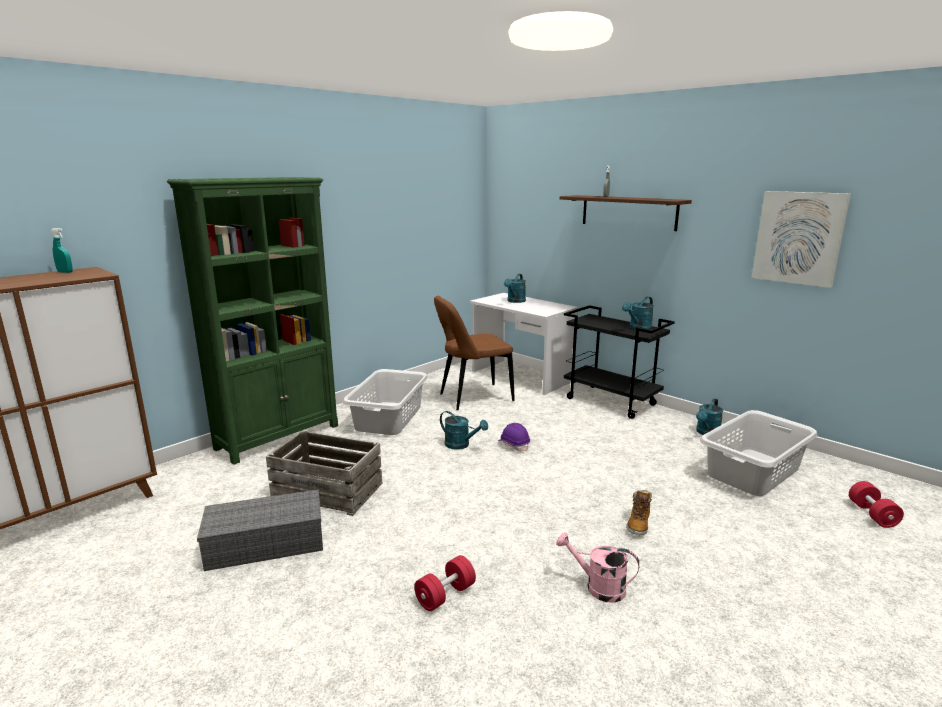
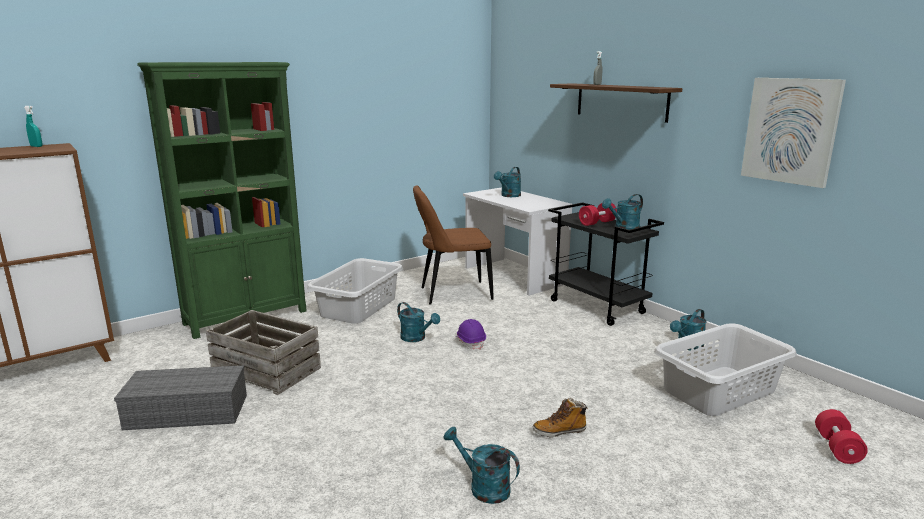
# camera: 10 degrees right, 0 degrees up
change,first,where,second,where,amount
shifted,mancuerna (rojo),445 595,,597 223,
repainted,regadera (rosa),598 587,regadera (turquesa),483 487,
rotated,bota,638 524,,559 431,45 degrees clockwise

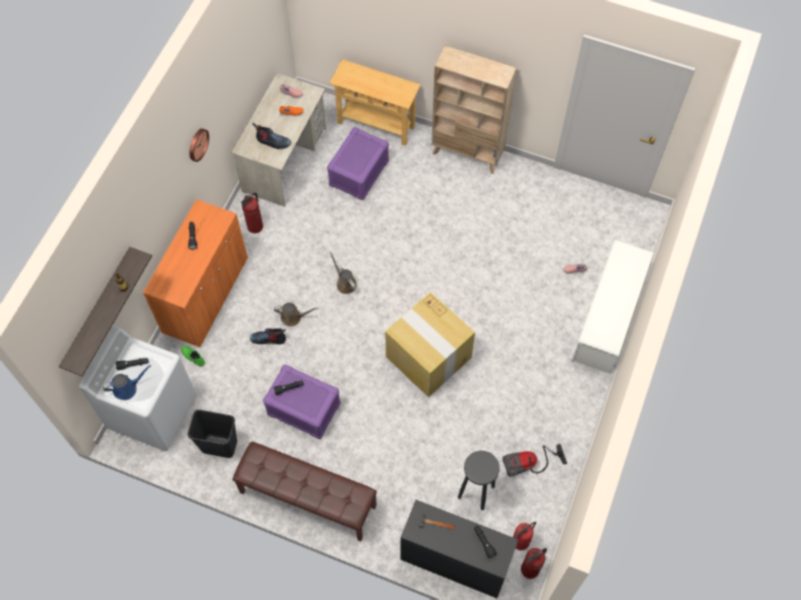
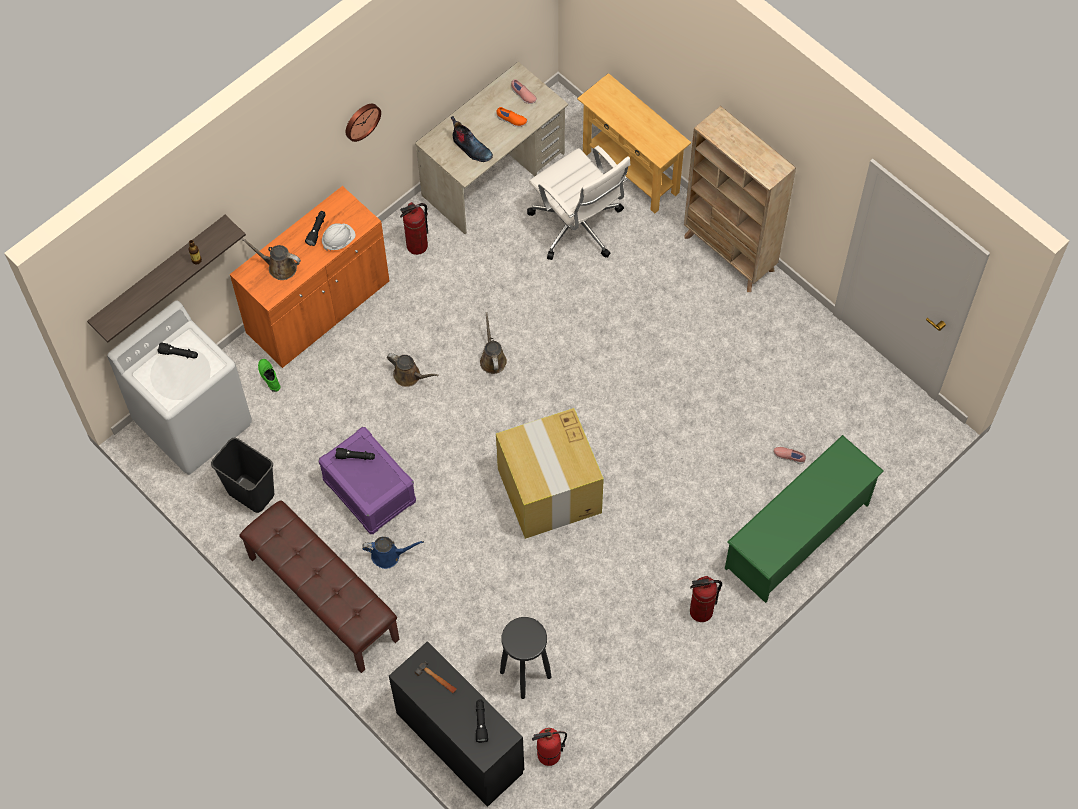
# camera: 25 degrees right, 0 degrees up
change,first,where,second,where,amount
gone,bota,269 339,,,
gone,aspiradora,529 465,,,
new,,,regadera (marrón),279 267,
new,,,casco (blanco),338 241,
shifted,regadera (azul),127 388,,389 555,
shifted,extintor,530 569,,701 611,
swapped,caja de almacenaje (morado),359 173,silla de oficina (blanco),578 227,
repainted,zapatero (blanco),607 320,zapatero (verde),798 536,

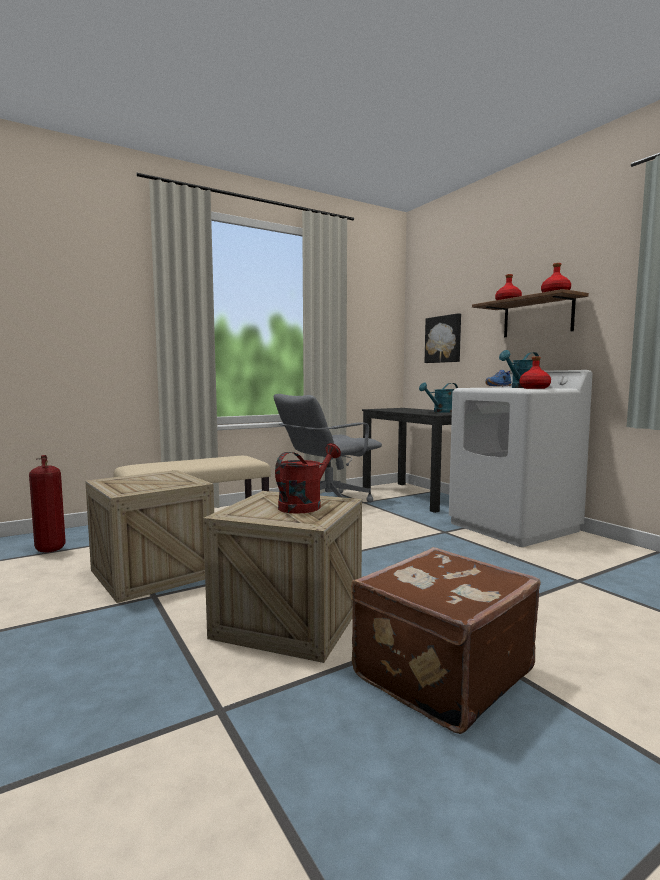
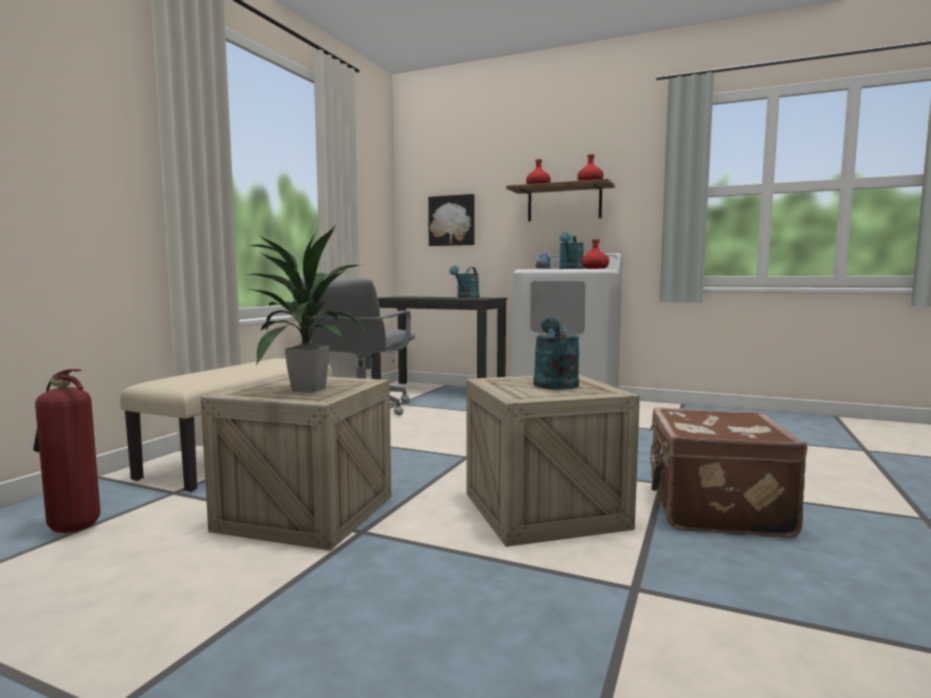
# camera: 35 degrees left, 0 degrees up
change,first,where,second,where,amount
new,,,planta en maceta,307 389,
repainted,regadera (rojo),305 505,regadera (turquesa),554 383,

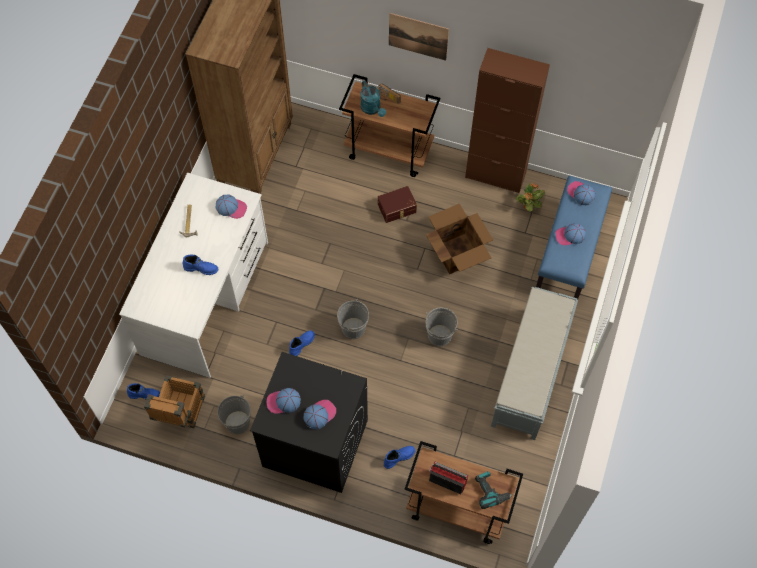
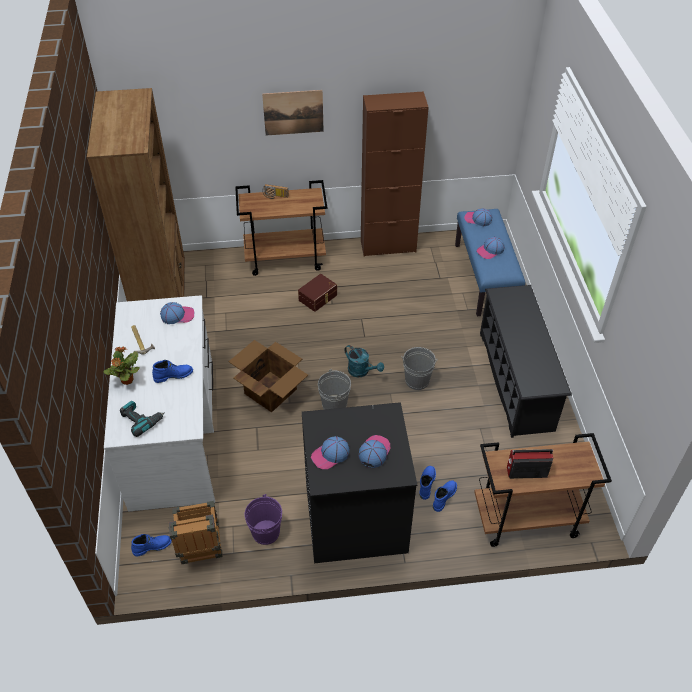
# camera: 25 degrees left, 15 degrees down
change,first,where,second,where,amount
shifted,bota (azul),301 344,,426 483,
shifted,regadera (turquesa),372 109,,362 371,
shifted,caja de cartón,457 253,,270 391,
shifted,taladro,491 490,,141 420,
shifted,planta en maceta,528 207,,127 380,
swapped,banco (gris),530 374,zapatero (negro),516 381,
repainted,cubo (gris),237 422,cubo (morado),266 532,

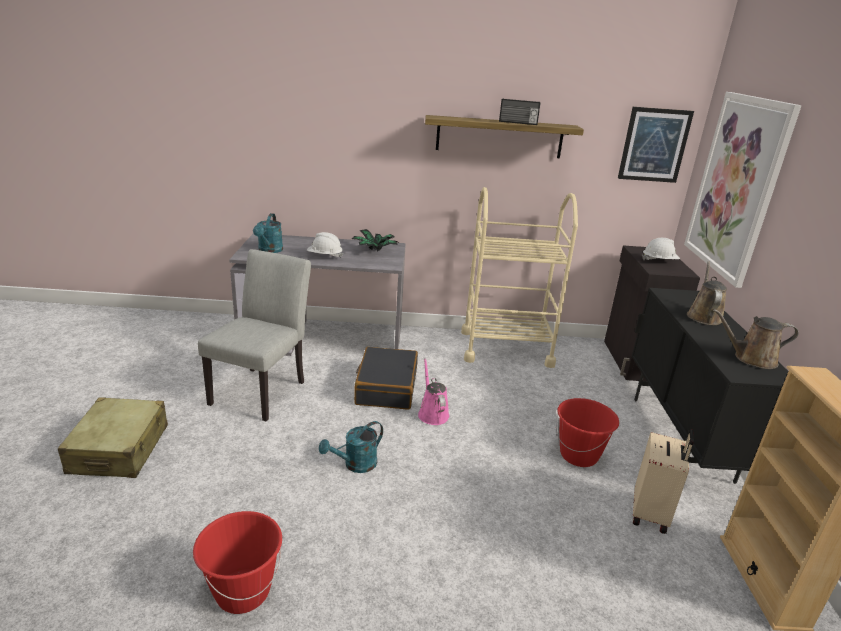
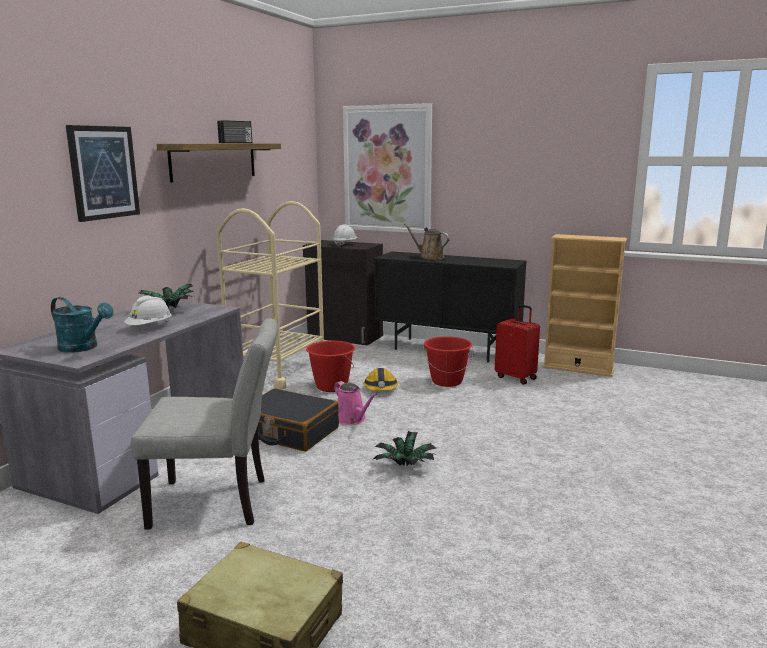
# camera: 65 degrees left, 10 degrees down
change,first,where,second,where,amount
gone,regadera (marrón),751 359,,,
new,,,casco,381 389,
shifted,cubo (rojo),243 592,,331 386,
shifted,cuadro,654 145,,103 172,
swapped,regadera (turquesa),355 465,planta en maceta,405 466,
repainted,maleta (beis),651 514,maleta (rojo),516 377,
rotated,silla (gris),263 389,,219 502,135 degrees clockwise
rotated,regadera (rosa),432 413,,352 419,135 degrees counterclockwise

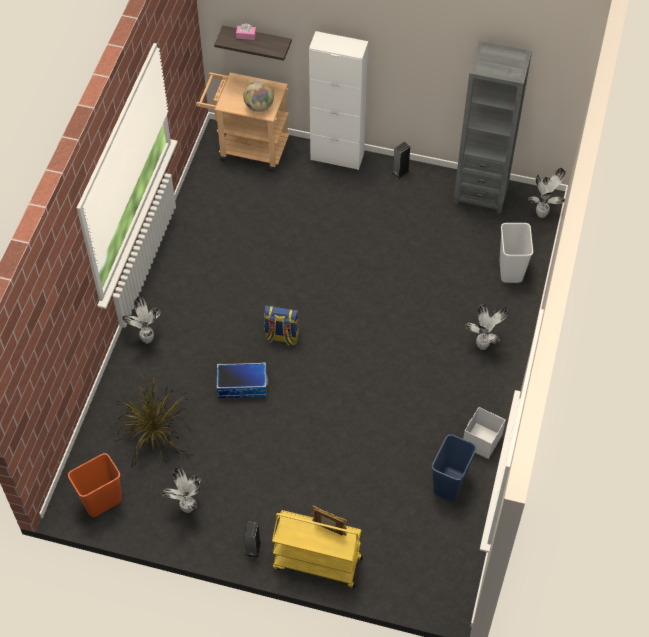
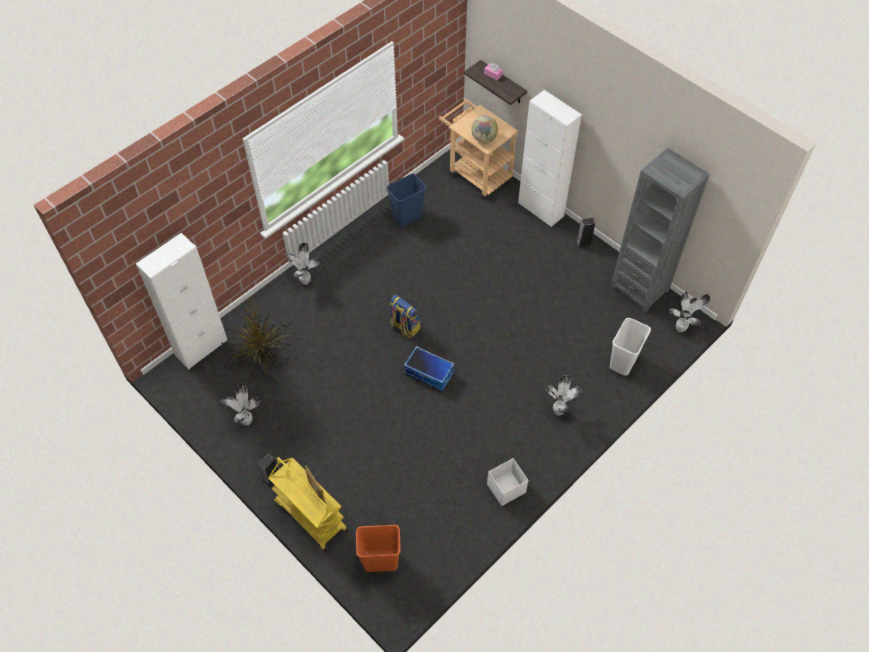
# camera: 30 degrees right, 0 degrees up
change,first,where,second,where,amount
new,,,armario (blanco),201 348,
shifted,papelera (naranja),102 502,,380 561,
shifted,caja de almacenaje,242 385,,429 373,
shifted,papelera (azul),450 484,,407 217,

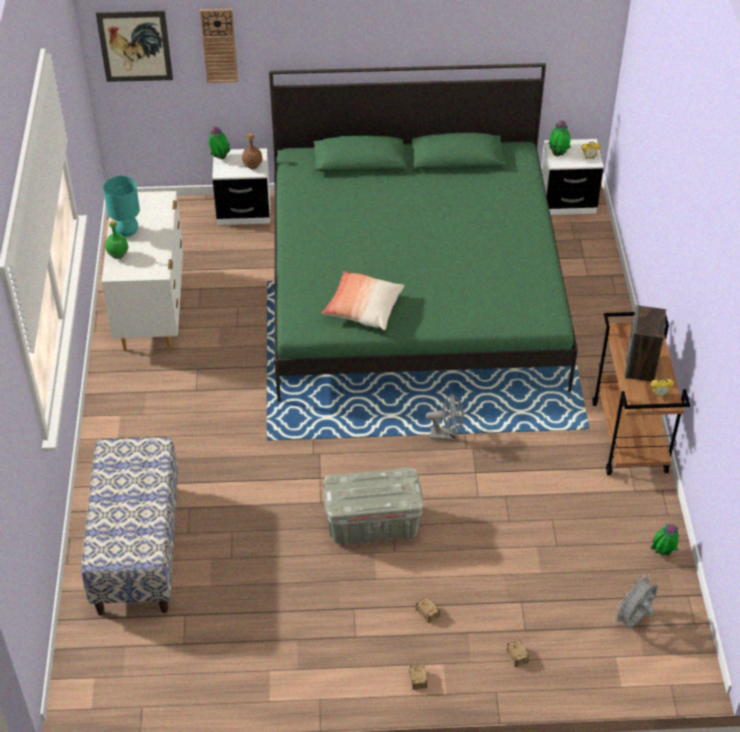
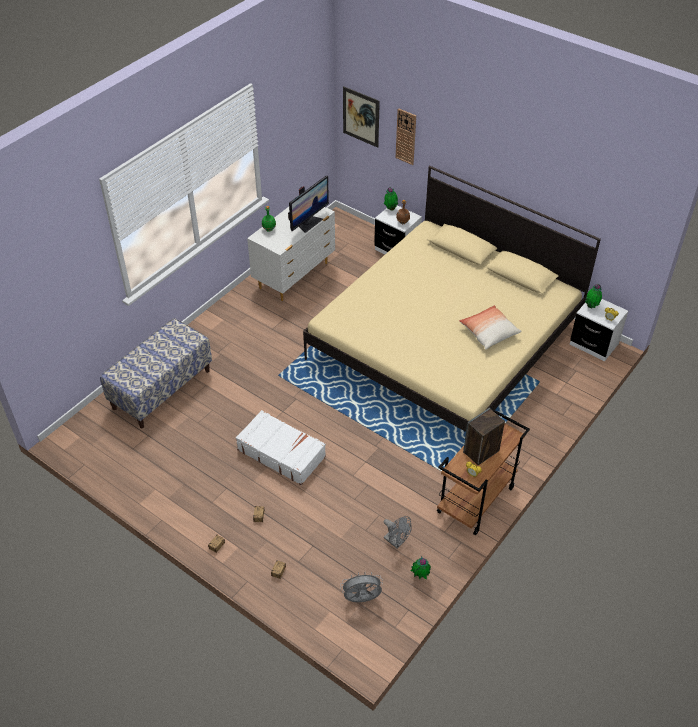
# camera: 40 degrees right, 0 degrees up
change,first,where,second,where,amount
gone,lámpara de mesa (turquesa),127 232,,,
new,,,monitor,308 223,
shifted,cojín,363 309,,488 332,
shifted,ventilador (gris),446 435,,396 542,
swapped,caja de almacenaje (gris),372 525,maleta (blanco),281 453,
repainted,cama (verde),414 287,cama (beis),444 342,

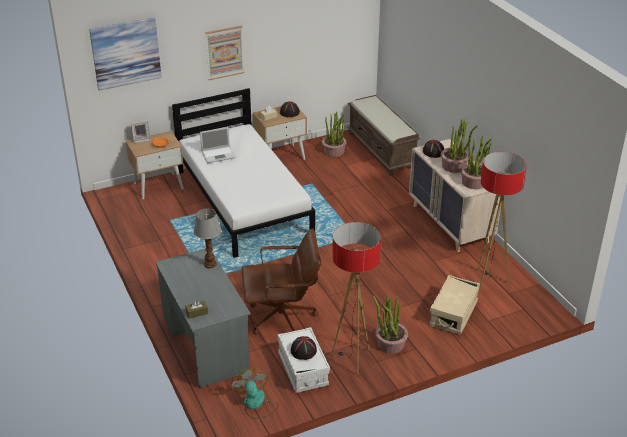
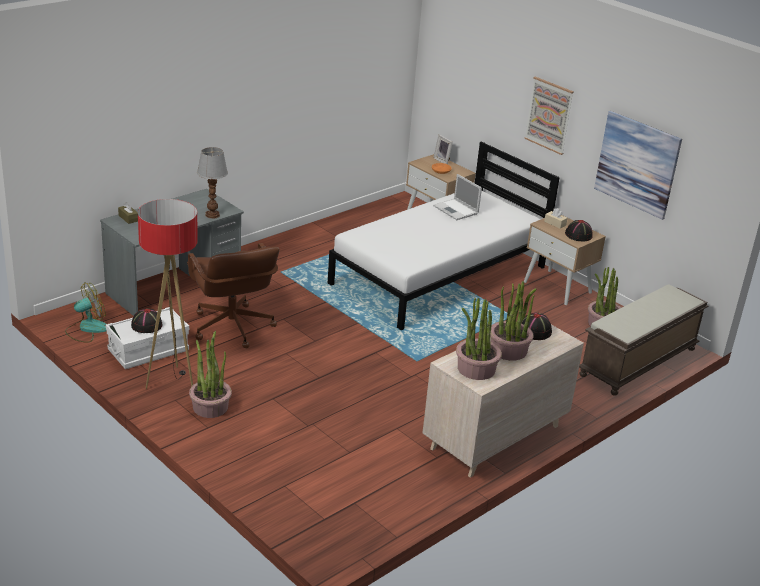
# camera: 70 degrees right, 5 degrees down
change,first,where,second,where,amount
gone,caja de almacenaje (beis),453 314,,,
gone,lámpara de pie,488 281,,,
shifted,cuadro,126 53,,637 164,

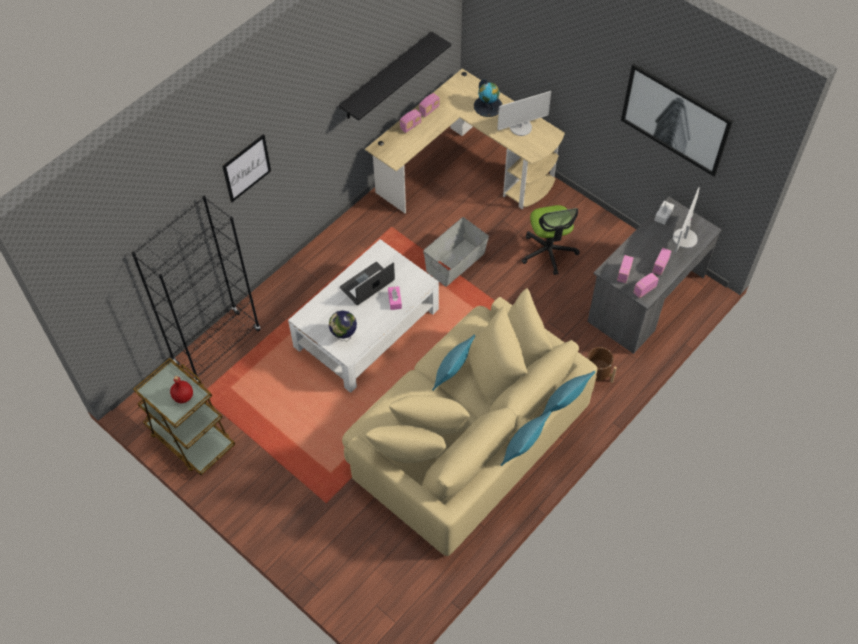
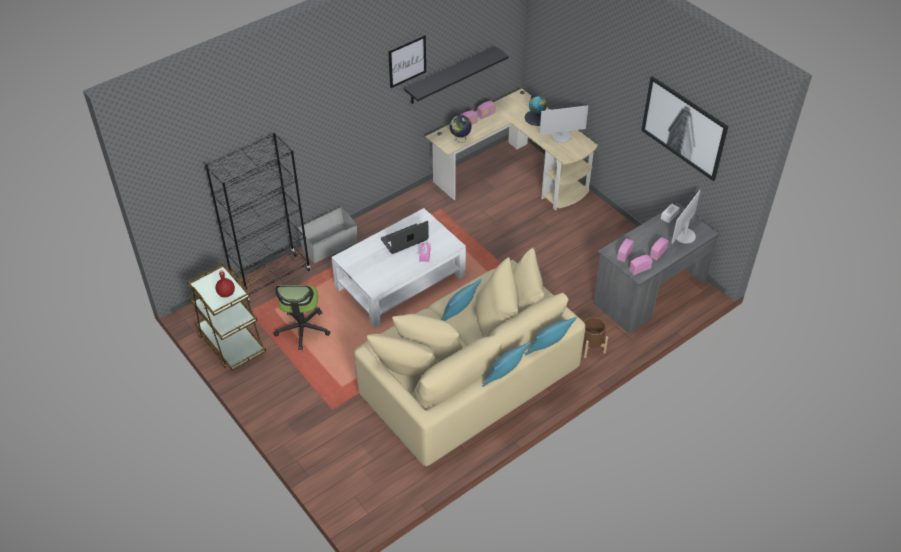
# camera: 10 degrees right, 10 degrees down
change,first,where,second,where,amount
shifted,cuadro,246 168,,407 61,
shifted,globo terráqueo,344 336,,460 139,
shifted,caja de almacenaje (gris),456 262,,330 246,
shifted,silla de oficina,548 252,,302 329,

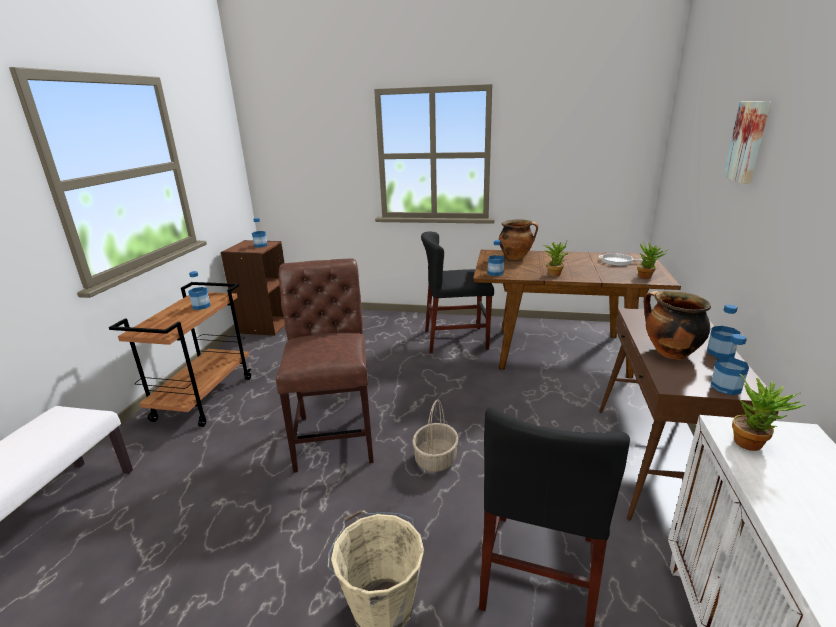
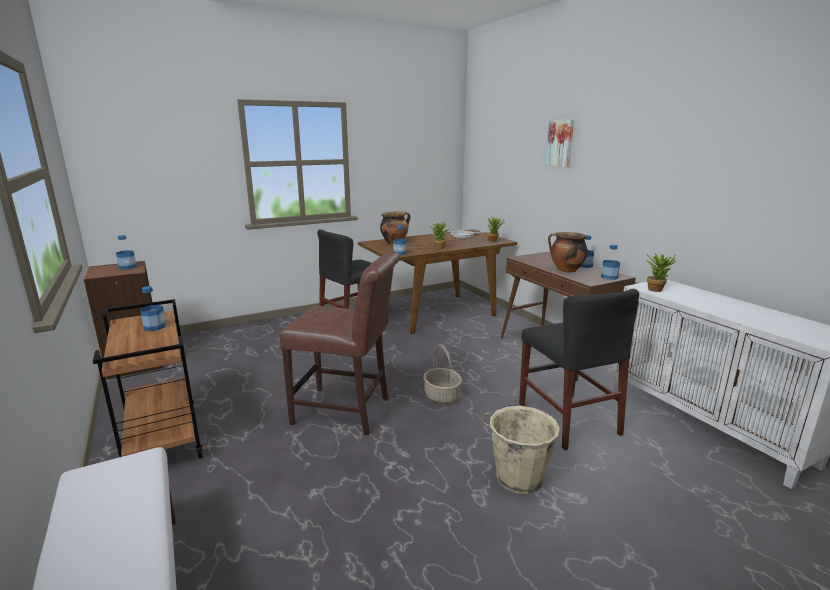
# camera: 40 degrees left, 5 degrees down
change,first,where,second,where,amount
rotated,silla (marrón),336 434,,347 412,150 degrees clockwise

